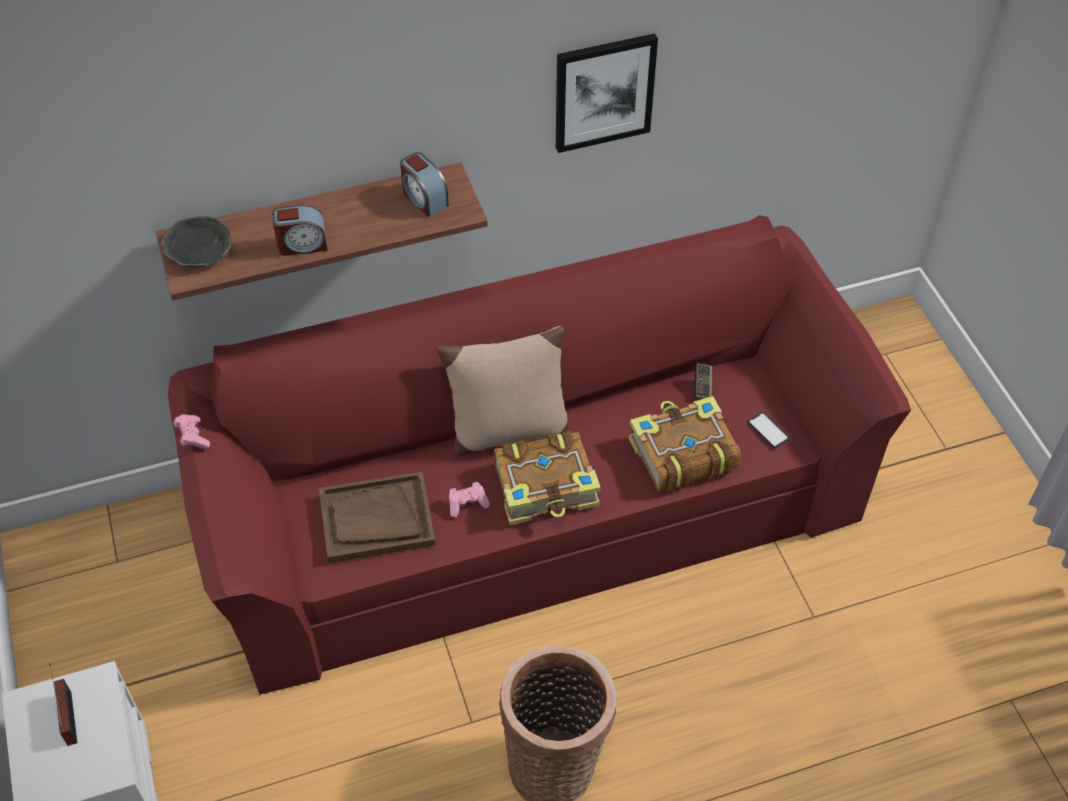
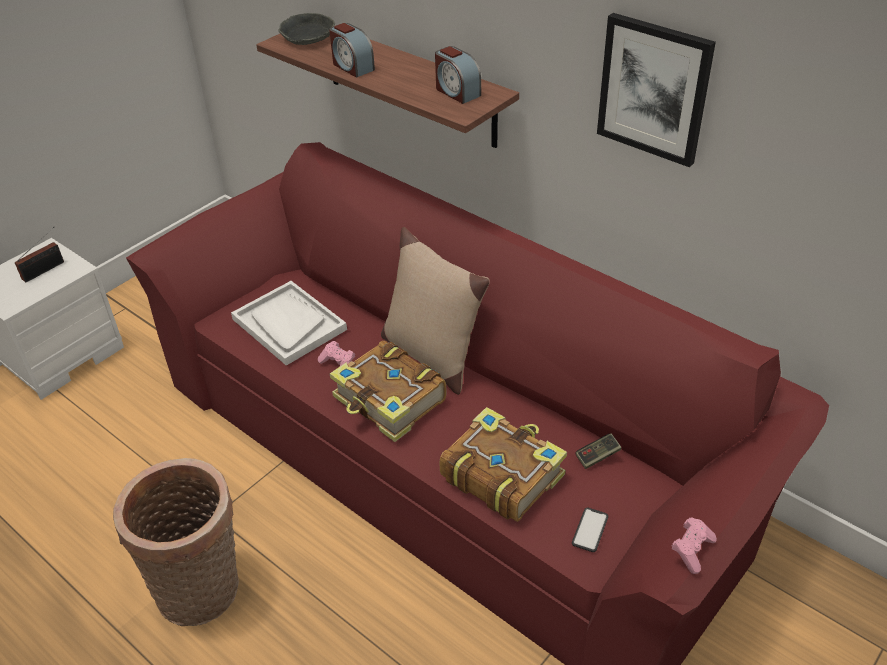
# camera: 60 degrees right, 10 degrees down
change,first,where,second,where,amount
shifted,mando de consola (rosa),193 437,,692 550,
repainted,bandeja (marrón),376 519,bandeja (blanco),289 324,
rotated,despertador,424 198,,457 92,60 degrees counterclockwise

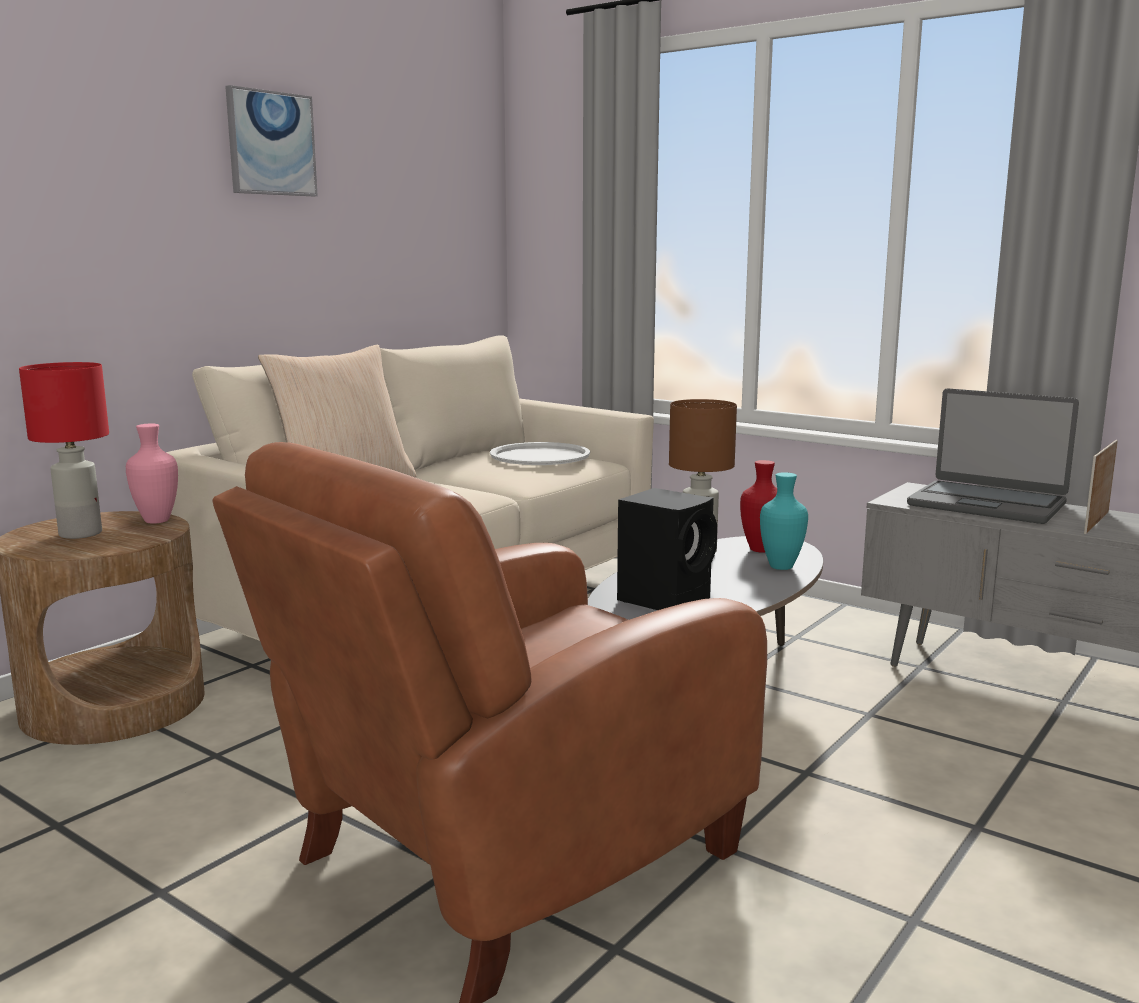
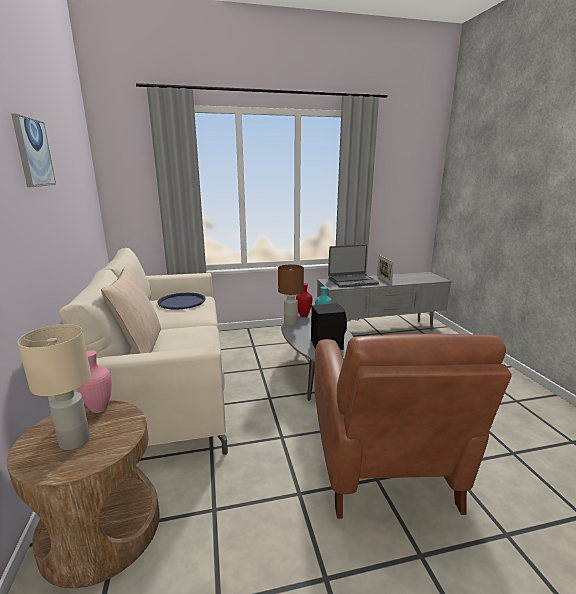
# camera: 50 degrees left, 5 degrees up
change,first,where,second,where,amount
repainted,lámpara de mesa (rojo),79 534,lámpara de mesa (beis),74 441,
repainted,bandeja (blanco),539 456,bandeja (azul),181 302,

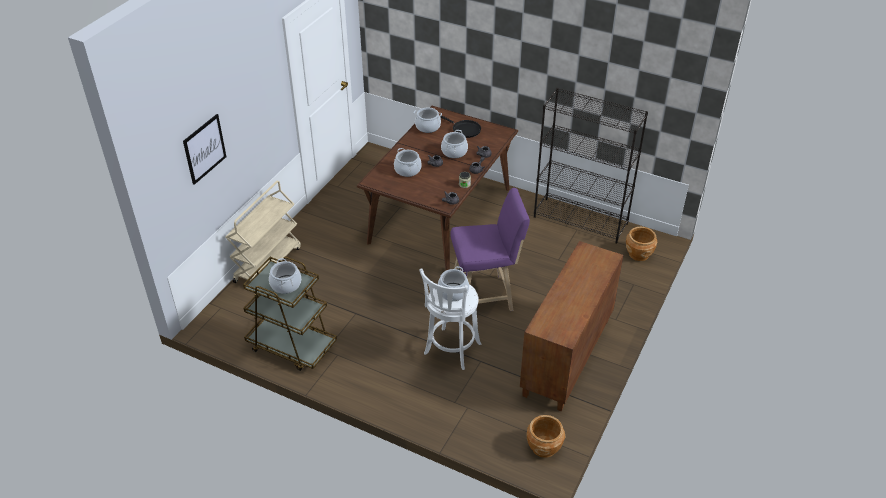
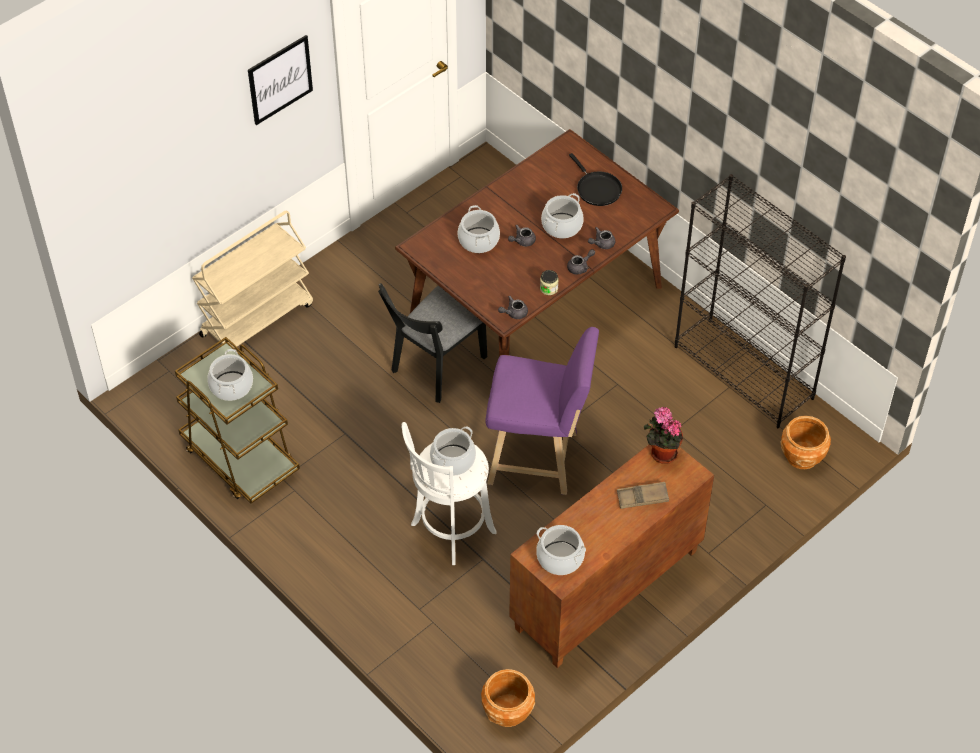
# camera: 20 degrees right, 10 degrees up
change,first,where,second,where,amount
new,,,silla (negro),434 368,
new,,,bandeja (marrón),642 498,
new,,,planta en maceta,661 453,
shifted,cuadro,204 149,,280 79,
shifted,olla,427 127,,560 558,

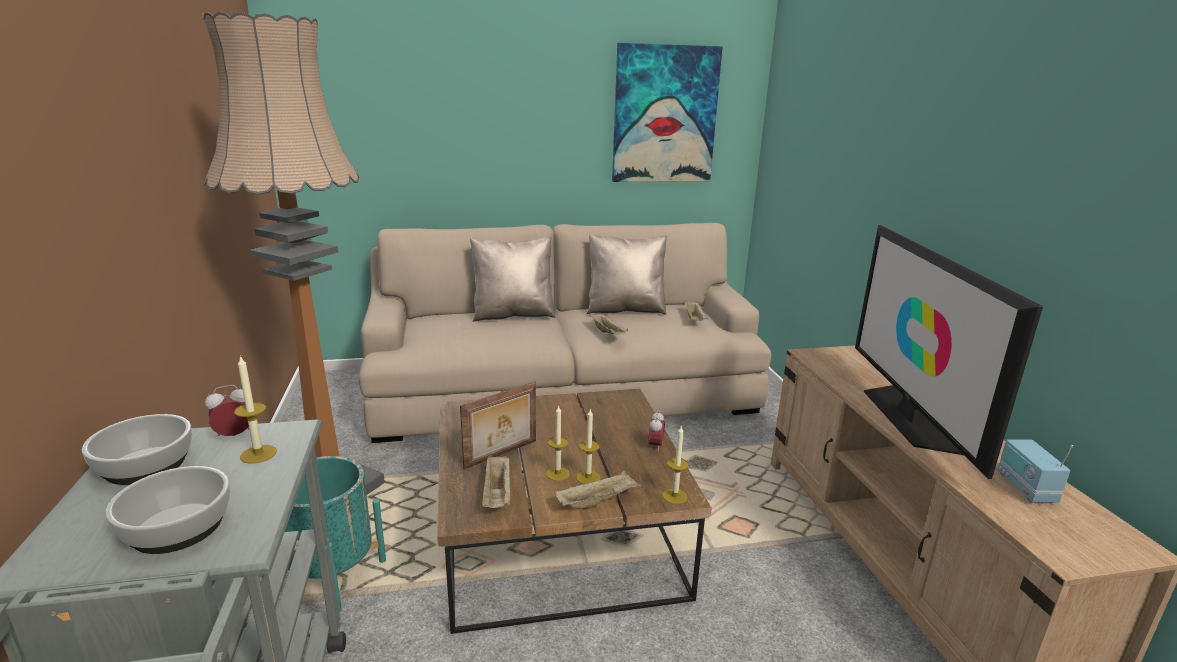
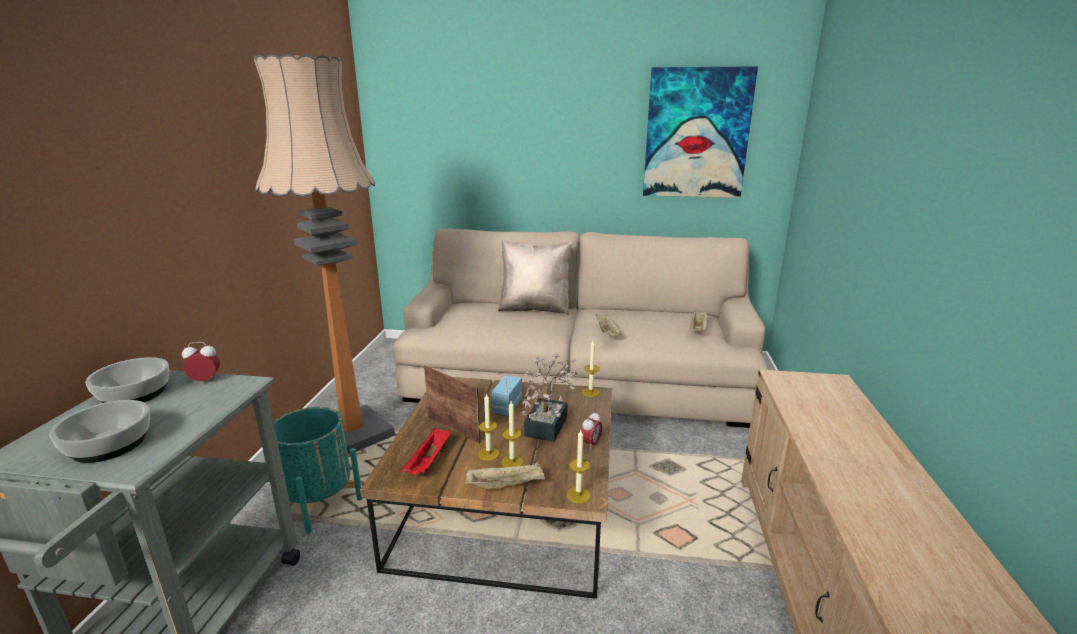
# camera: 20 degrees right, 0 degrees up
change,first,where,second,where,amount
gone,cojín (beis),625 309,,,
gone,televisor,910 417,,,
new,,,planta en maceta,549 423,
shifted,vela,258 454,,590 392,
shifted,radio,1025 488,,507 407,
repainted,bandeja (beis),498 494,bandeja (rojo),429 462,
rotated,portarretratos,502 455,,454 428,120 degrees counterclockwise

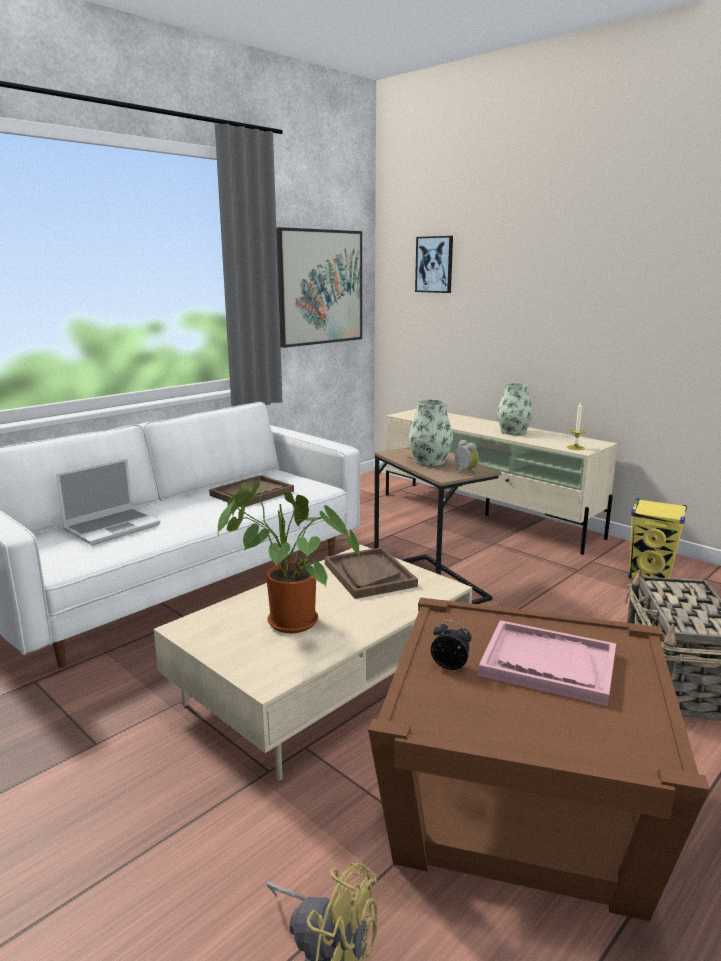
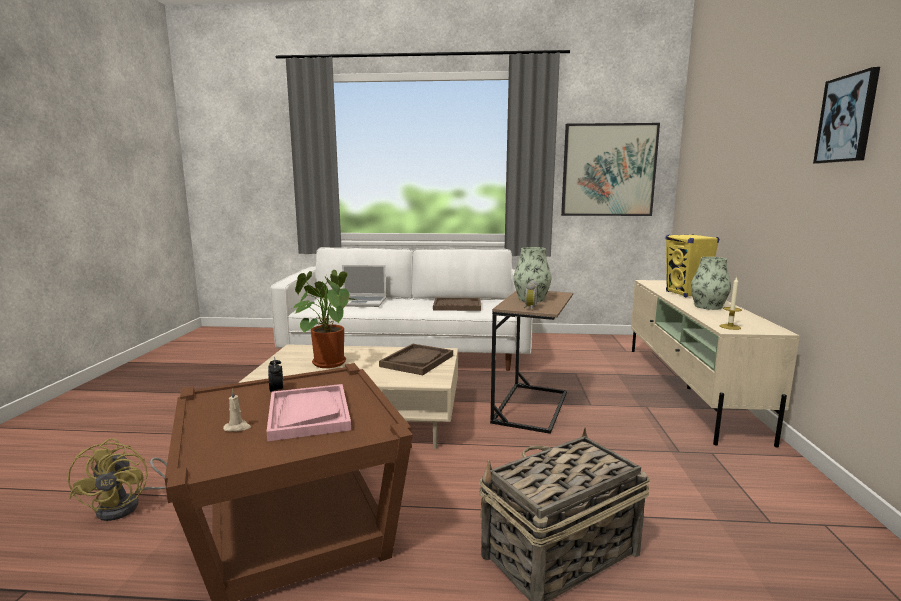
# camera: 50 degrees right, 5 degrees down
change,first,where,second,where,amount
new,,,vela (beis),237 427,
shifted,cuadro,434 264,,847 119,
shifted,altavoz (amarillo),650 576,,686 294,

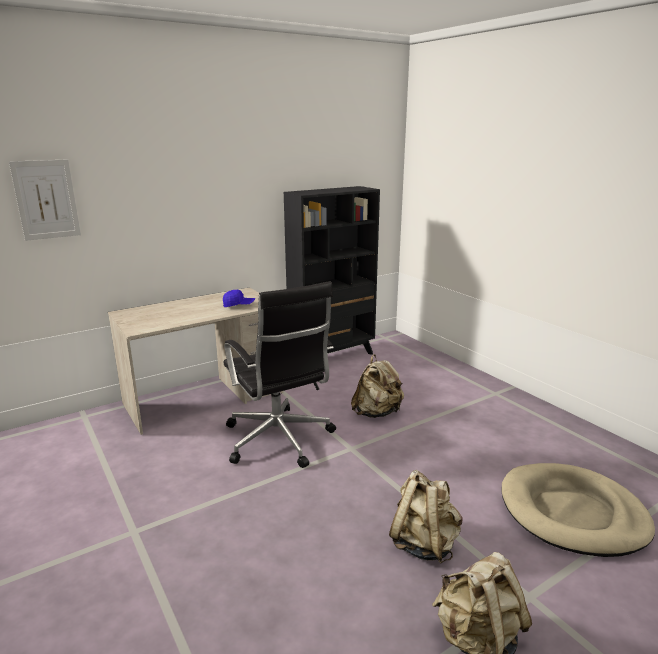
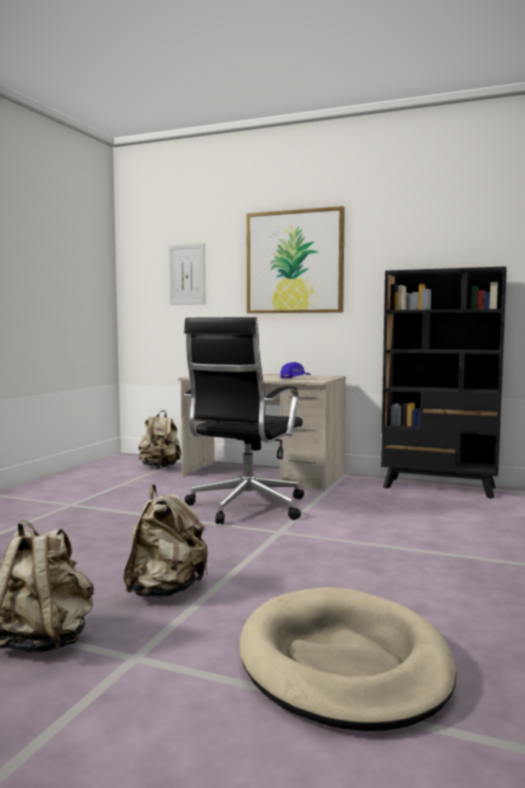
# camera: 55 degrees right, 15 degrees down
change,first,where,second,where,amount
new,,,cuadro,294 262,
shifted,mochila (beis),377 413,,160 467,

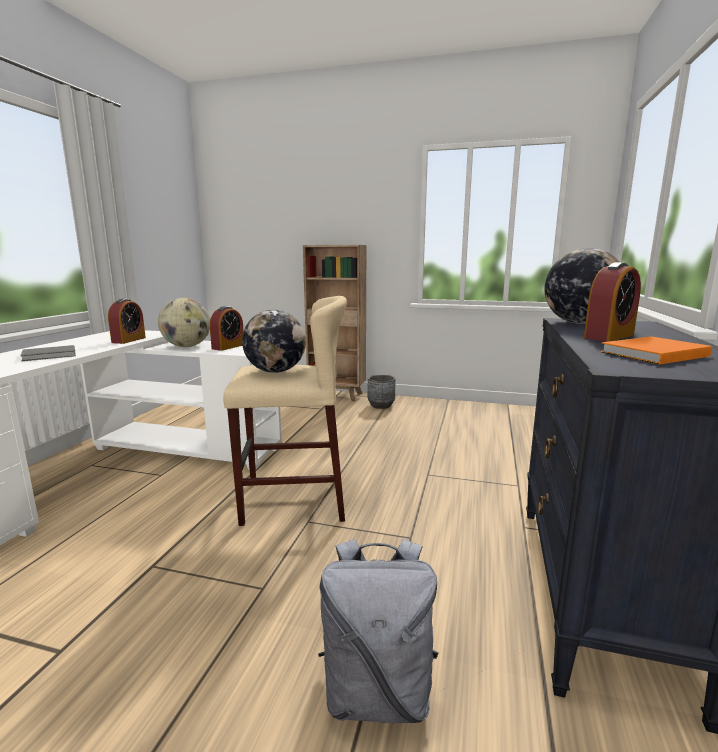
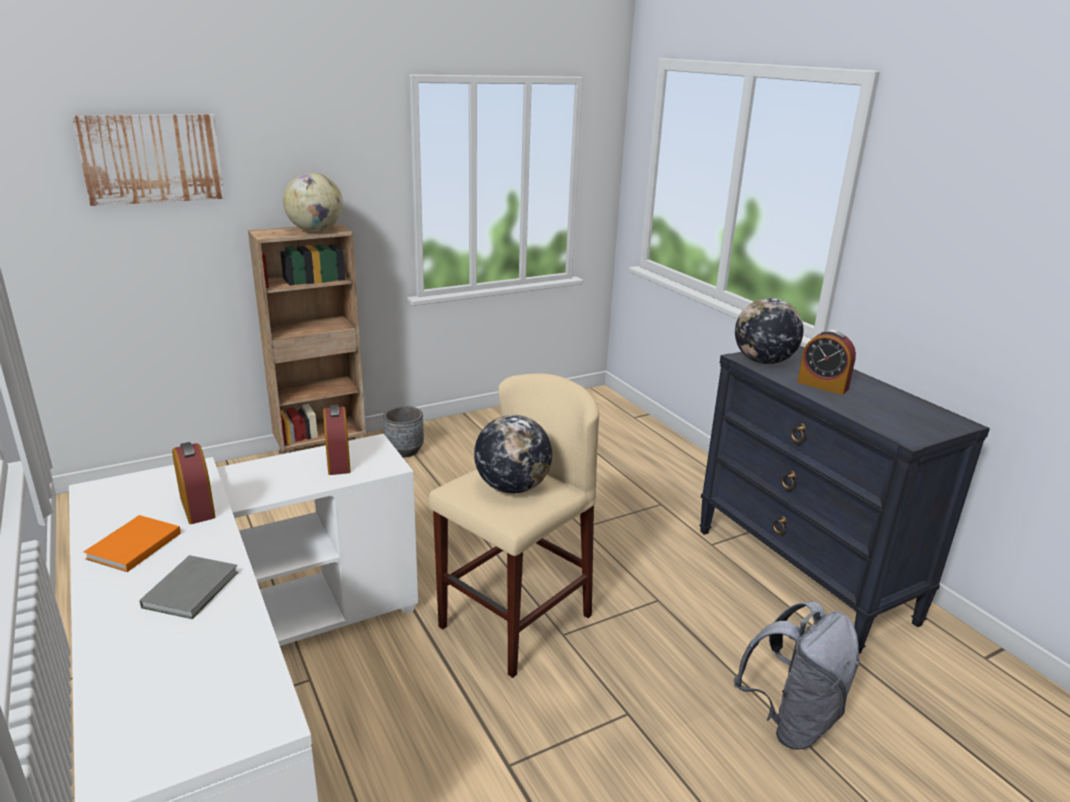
# camera: 45 degrees left, 10 degrees up
change,first,where,second,where,amount
new,,,cuadro,152 158,
shifted,globo terráqueo,187 346,,316 231,
shifted,libro (naranja),651 354,,131 547,
rotated,despertador,609 336,,822 385,120 degrees clockwise

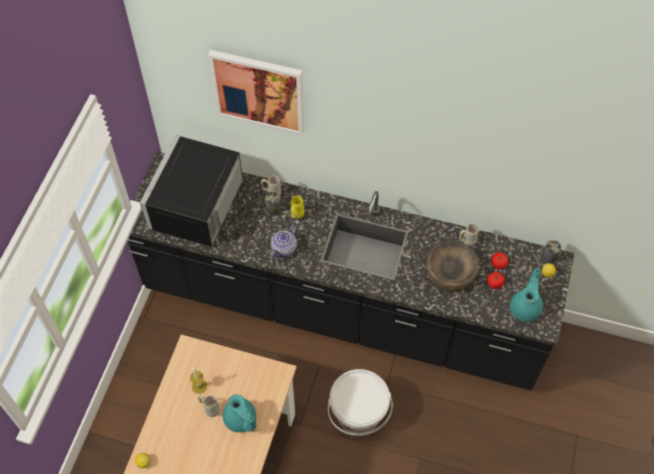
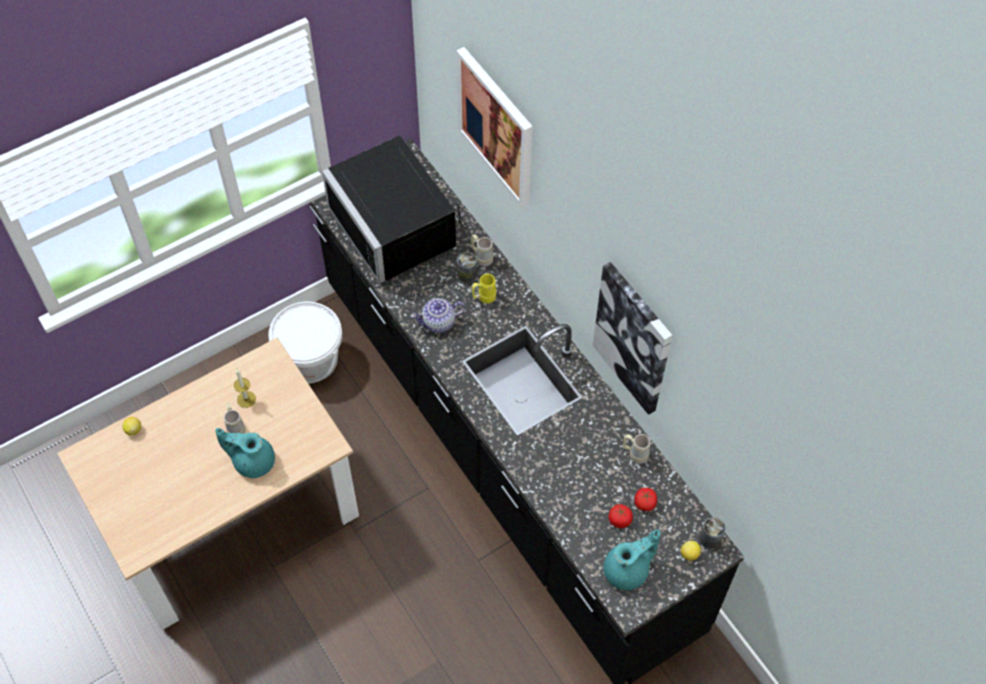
# camera: 40 degrees right, 0 degrees up
change,first,where,second,where,amount
gone,cuenco (marrón),450 273,,,
new,,,cuadro,634 338,
shifted,cubo (blanco),358 413,,310 360,
rotated,microondas (negro),203 208,,400 225,90 degrees counterclockwise
rotated,tetera (turquesa),241 420,,252 461,105 degrees clockwise

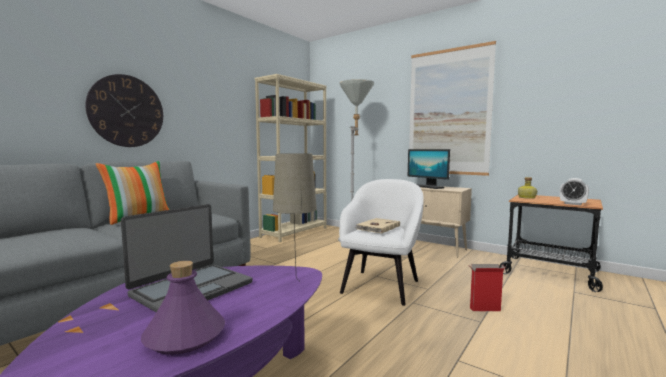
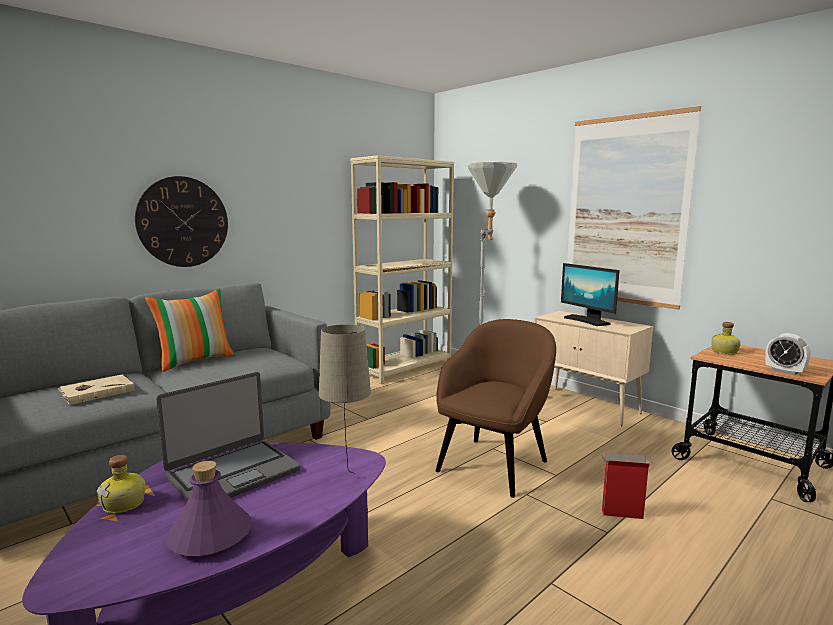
# camera: 10 degrees right, 5 degrees up
change,first,where,second,where,amount
new,,,botella,125 504,
shifted,libro (beis),377 227,,96 392,
repainted,sillón (blanco),381 285,sillón (marrón),494 464,

